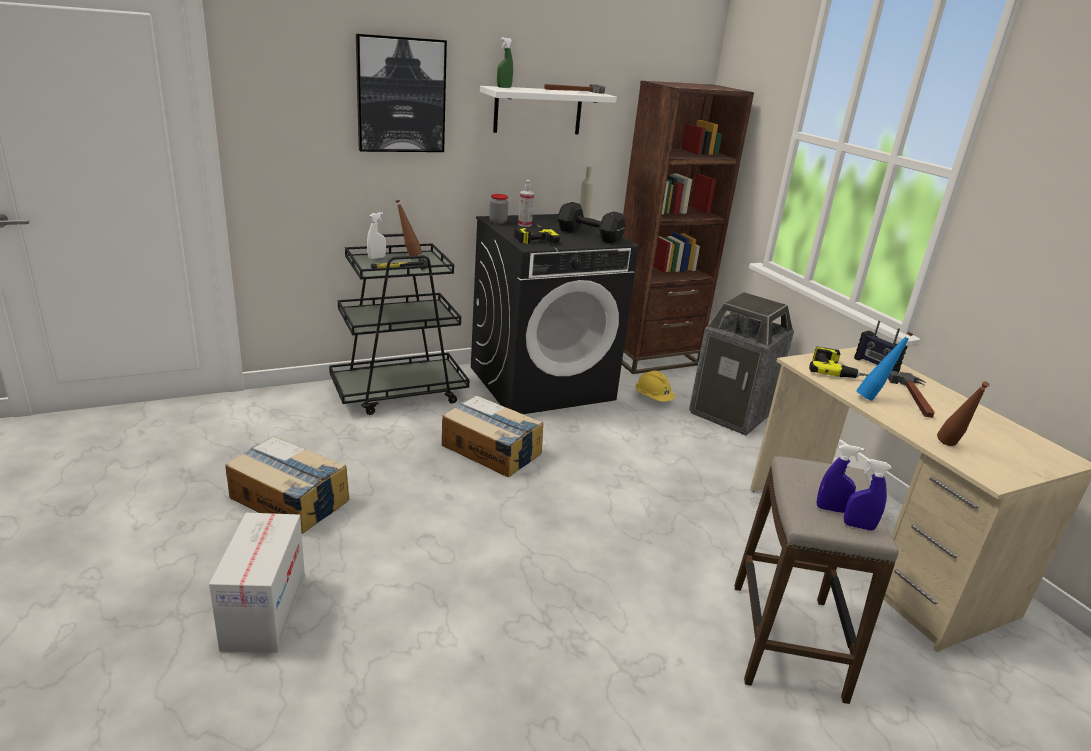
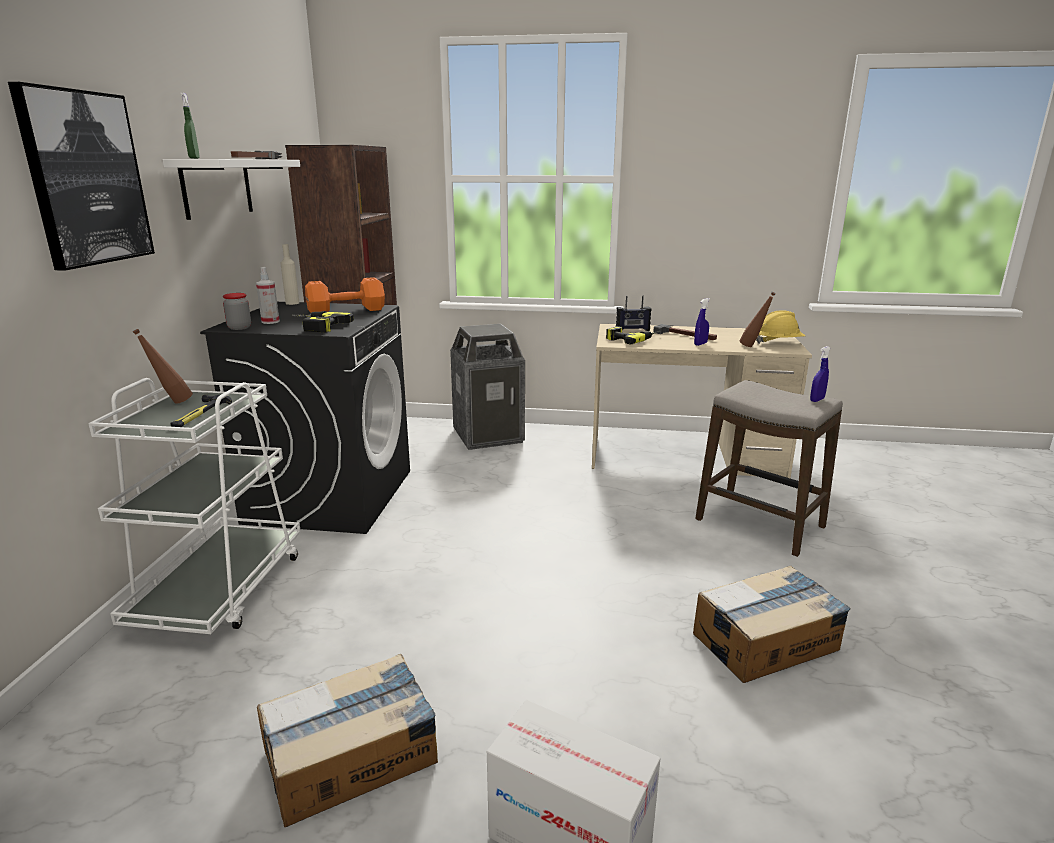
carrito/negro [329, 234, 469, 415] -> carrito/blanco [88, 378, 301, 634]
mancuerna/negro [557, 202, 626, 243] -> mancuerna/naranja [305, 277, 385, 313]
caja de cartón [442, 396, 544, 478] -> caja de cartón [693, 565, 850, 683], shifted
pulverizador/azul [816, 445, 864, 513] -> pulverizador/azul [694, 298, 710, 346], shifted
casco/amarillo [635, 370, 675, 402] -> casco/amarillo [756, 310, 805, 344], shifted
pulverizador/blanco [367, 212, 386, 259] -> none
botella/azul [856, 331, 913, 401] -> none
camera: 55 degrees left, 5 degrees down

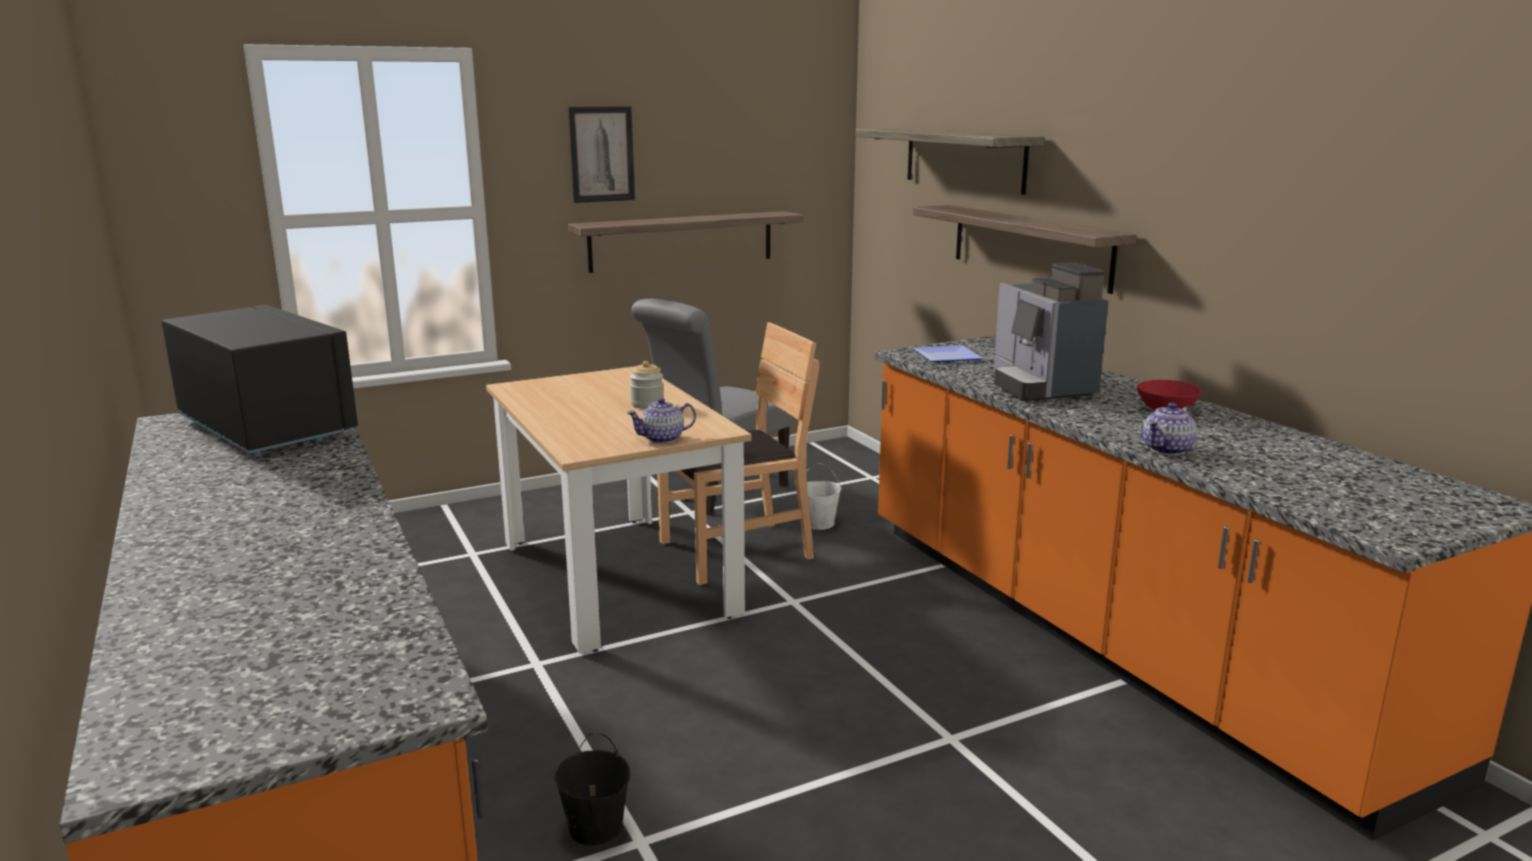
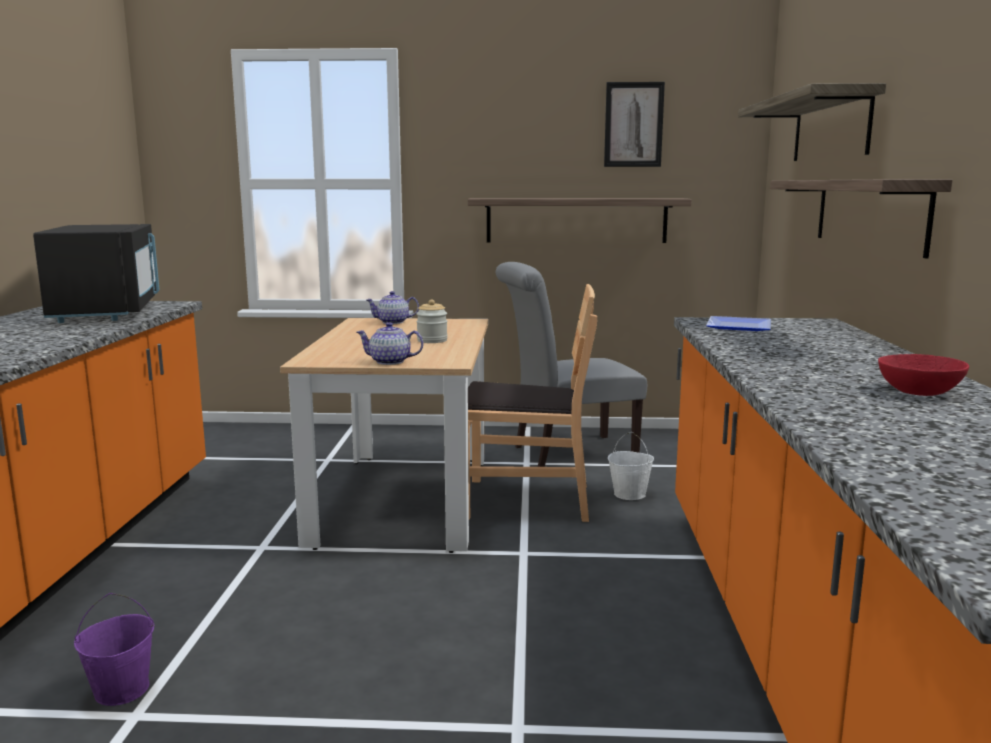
cubo/negro [554, 733, 630, 846] -> cubo/morado [74, 593, 154, 706]
tetera [1143, 403, 1197, 455] -> tetera [366, 291, 419, 324], shifted
cuadro [568, 106, 635, 203] -> cuadro [604, 82, 665, 167], shifted
cafetera [994, 263, 1109, 401] -> none
camera: 30 degrees right, 5 degrees down

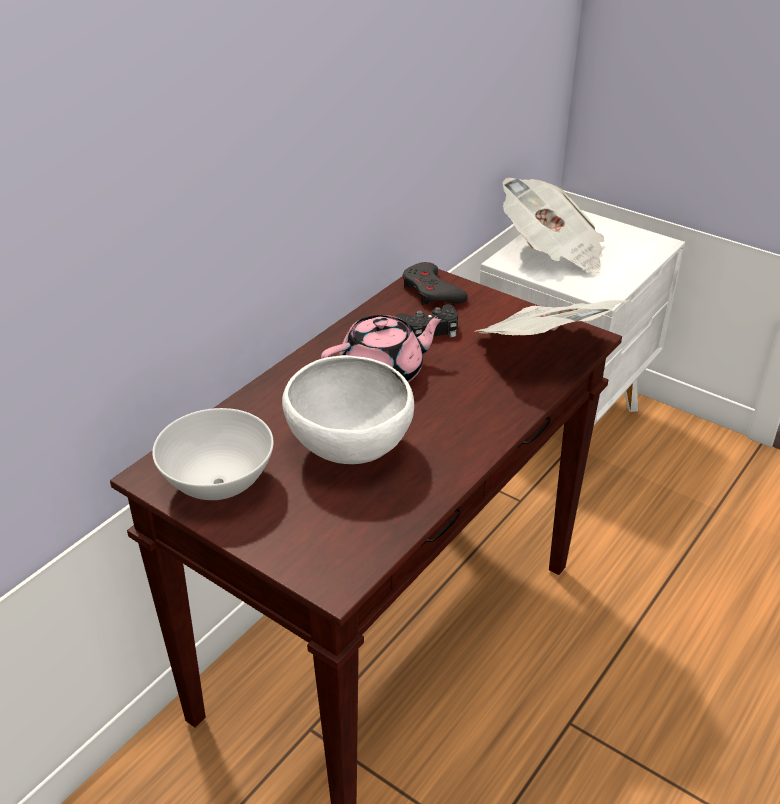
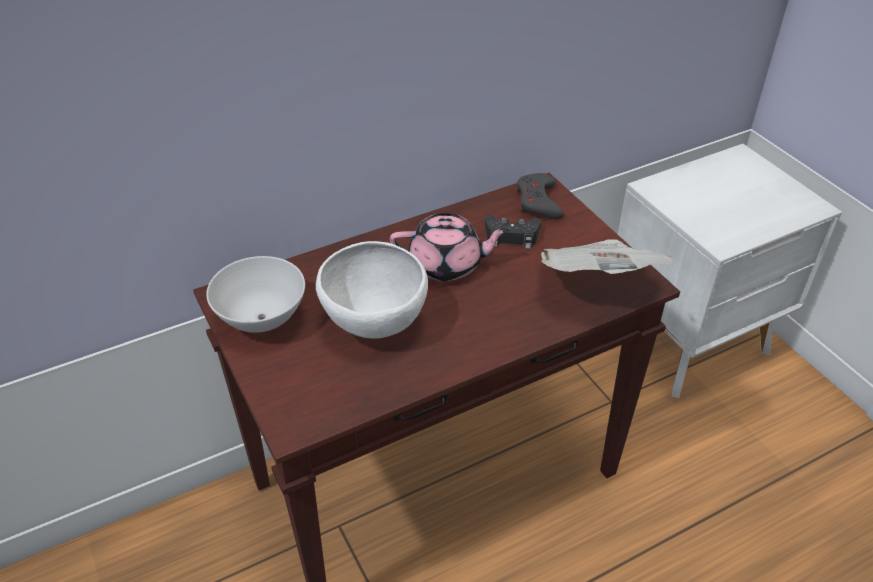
periódico [503, 177, 604, 274] -> none
camera: 25 degrees right, 5 degrees up

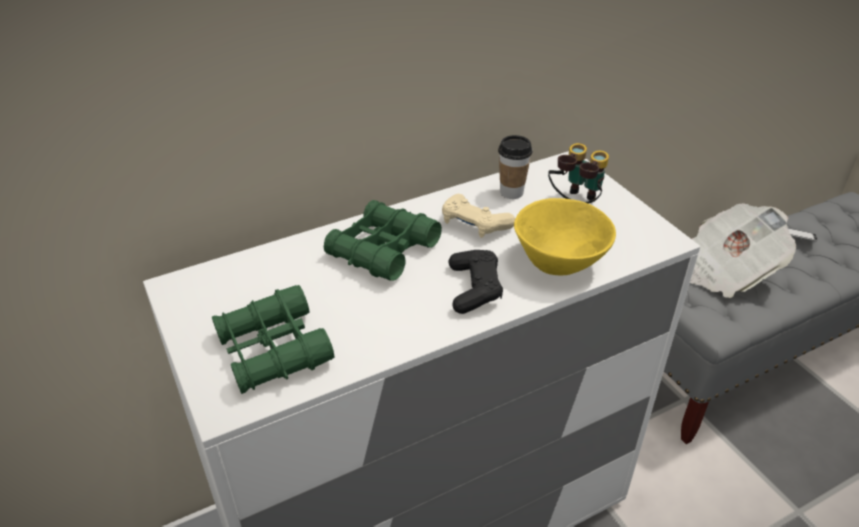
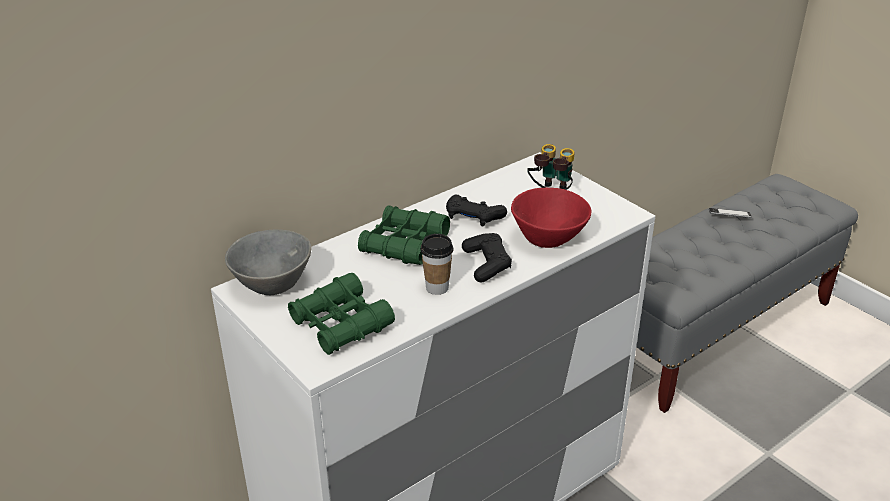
none -> cuenco/gris [225, 229, 311, 295]
taza [498, 135, 532, 199] -> taza [420, 234, 453, 295], shifted
mando de consola/beis [442, 194, 515, 238] -> mando de consola/negro [446, 195, 507, 227]
cuenco/amarillo [514, 198, 616, 276] -> cuenco/rojo [511, 188, 591, 248]
periódico [690, 203, 796, 298] -> none
camera: 10 degrees left, 5 degrees down

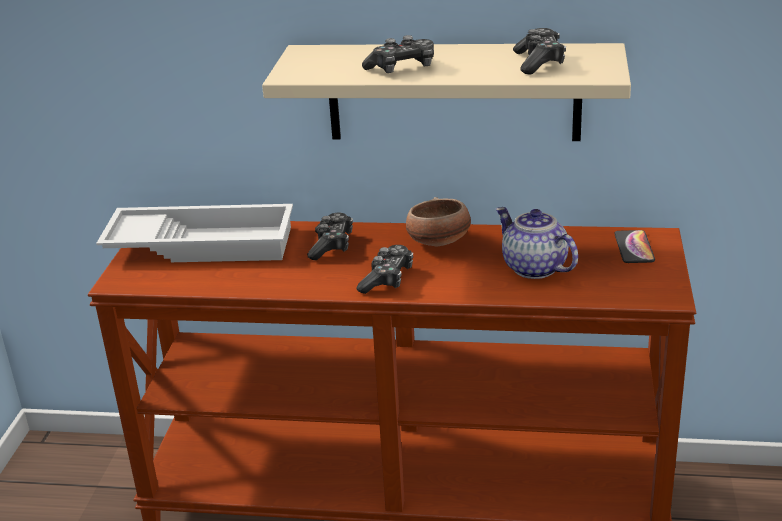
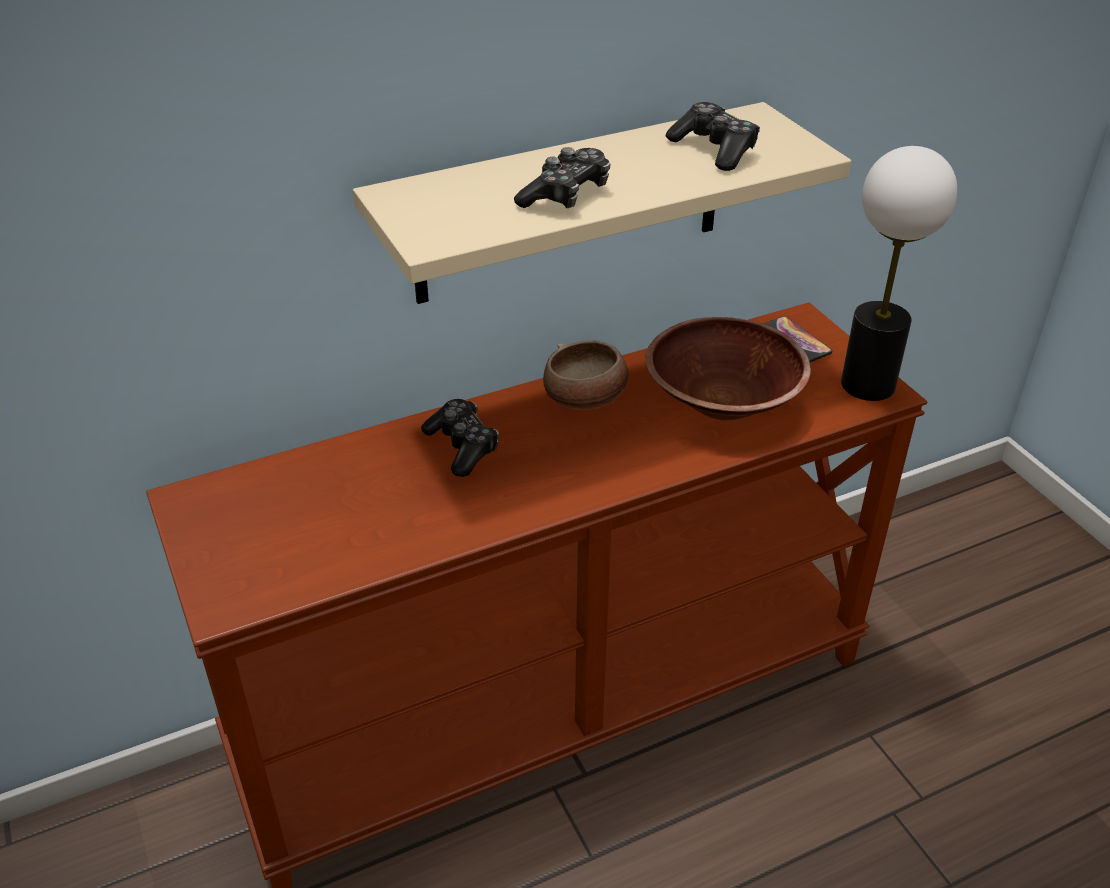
tetera [496, 207, 578, 279] -> cuenco/marrón [645, 317, 811, 420]
none -> lámpara de mesa [841, 146, 957, 401]
bandeja/blanco [96, 204, 293, 262] -> none
mando de consola [357, 245, 413, 294] -> none
camera: 35 degrees left, 10 degrees up

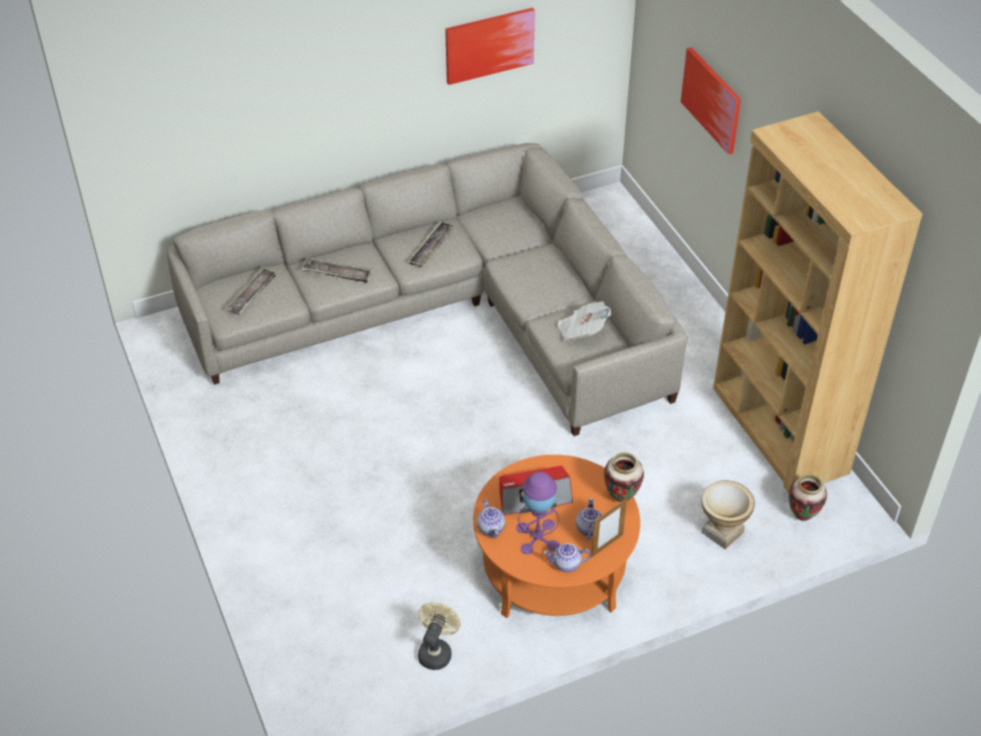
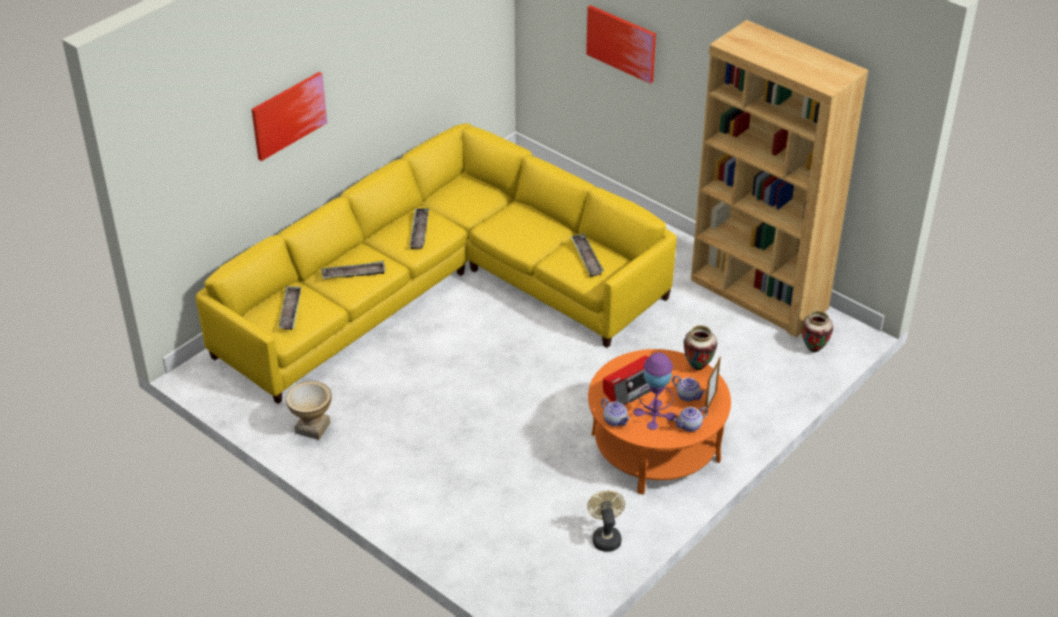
sofá/gris [167, 143, 687, 436] -> sofá/amarillo [196, 123, 677, 404]
cuadro [445, 8, 535, 85] -> cuadro [251, 72, 327, 161], shifted
florero [701, 481, 755, 549] -> florero [286, 381, 332, 440], shifted
periódico [557, 301, 611, 341] -> bandeja [570, 233, 604, 277]
tetera [576, 498, 602, 541] -> tetera [672, 375, 706, 402], 150 degrees clockwise
camera: 25 degrees left, 5 degrees down

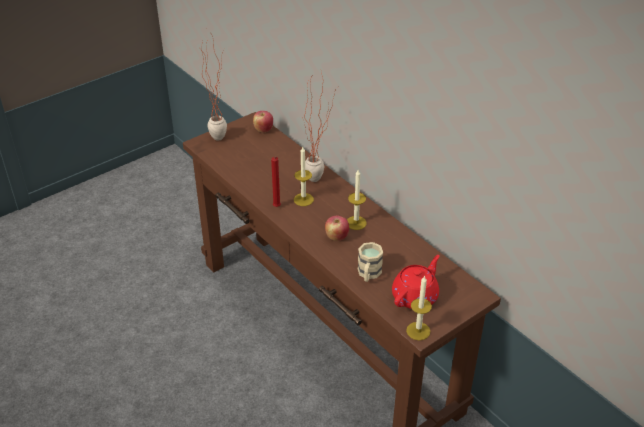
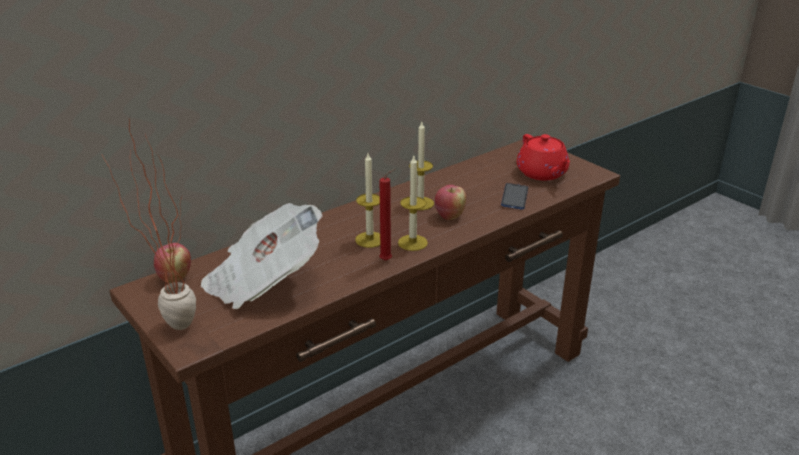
none -> periódico [201, 203, 323, 309]
vela [406, 275, 432, 340] -> vela [398, 156, 428, 251], shifted
taza grande/beis [358, 242, 383, 282] -> móvil [501, 183, 528, 210]
tetera/rojo [392, 255, 440, 309] -> tetera/rojo [517, 134, 570, 181], 150 degrees counterclockwise
planta en maceta [302, 72, 338, 182] -> none
camera: 90 degrees left, 10 degrees down

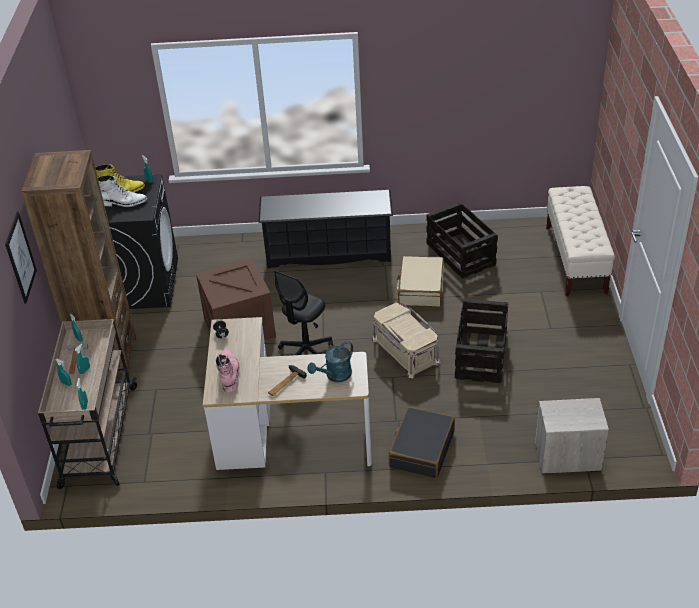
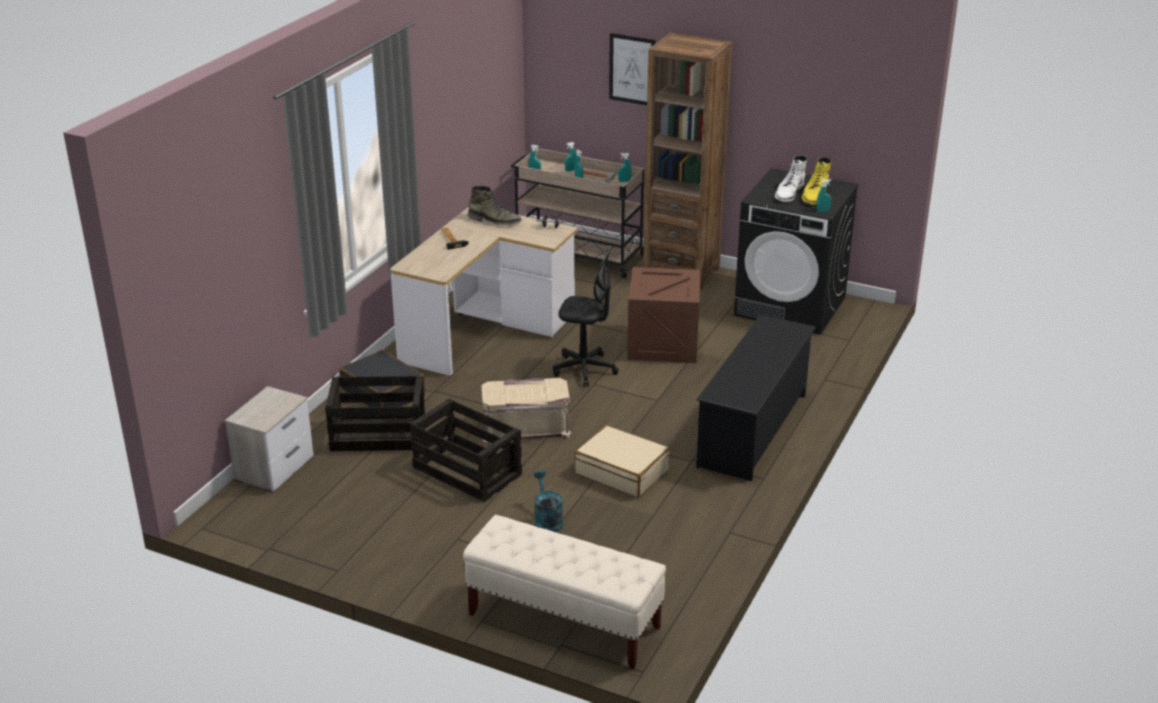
caja de embalaje [426, 202, 498, 279] -> caja de embalaje [325, 376, 425, 451], shifted
bota/rosa [216, 350, 240, 392] -> bota/verde [468, 186, 522, 225]
regadera/turquesa [308, 341, 353, 382] -> regadera/turquesa [534, 470, 563, 532], shifted
silla de oficina/negro [274, 271, 333, 355] -> silla de oficina/negro [553, 246, 619, 387], 135 degrees clockwise
camera: 115 degrees right, 10 degrees down

